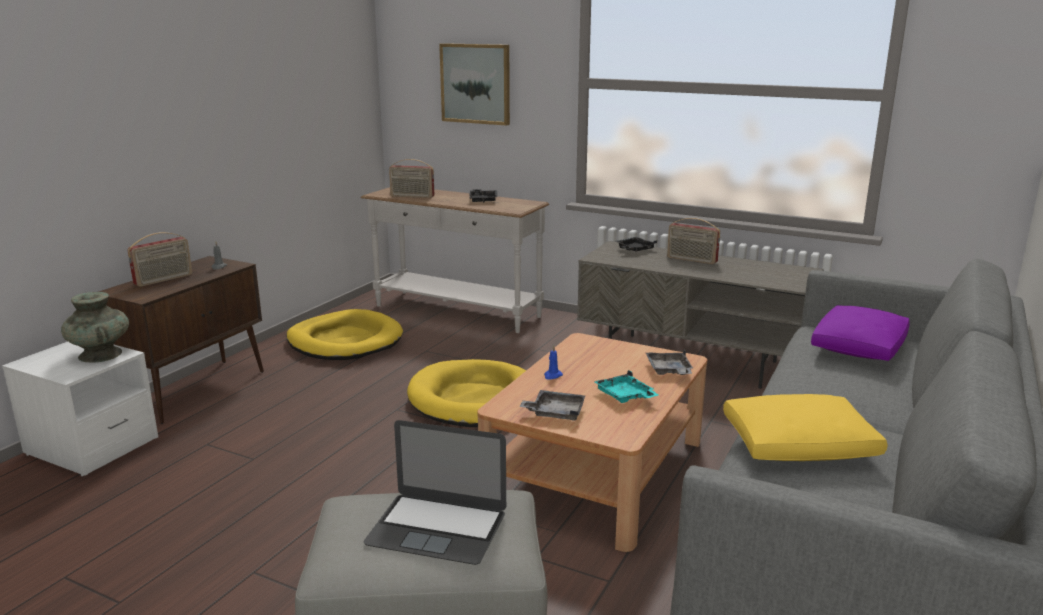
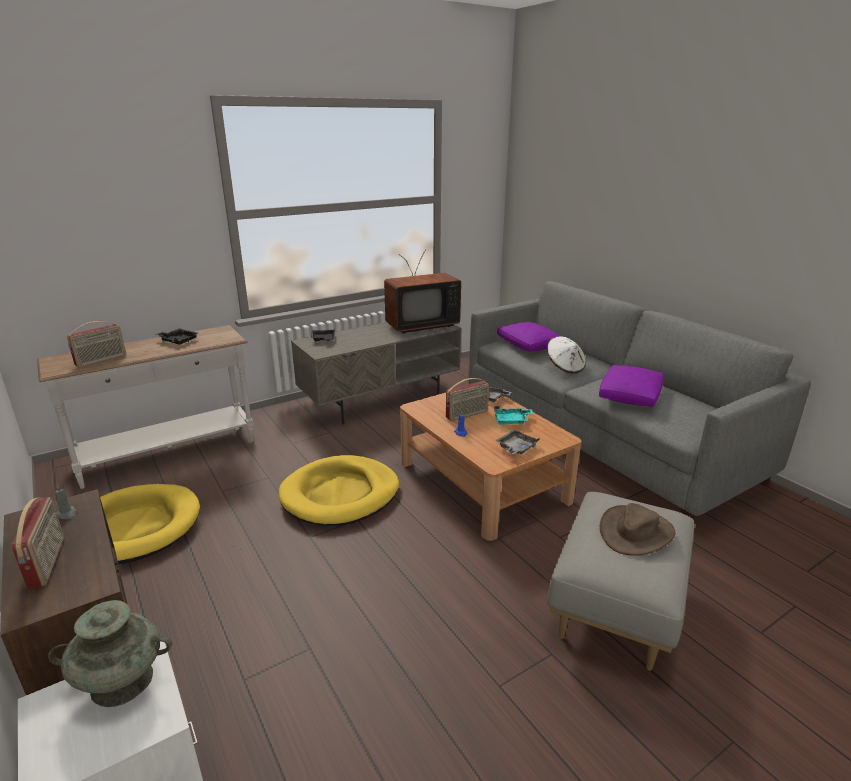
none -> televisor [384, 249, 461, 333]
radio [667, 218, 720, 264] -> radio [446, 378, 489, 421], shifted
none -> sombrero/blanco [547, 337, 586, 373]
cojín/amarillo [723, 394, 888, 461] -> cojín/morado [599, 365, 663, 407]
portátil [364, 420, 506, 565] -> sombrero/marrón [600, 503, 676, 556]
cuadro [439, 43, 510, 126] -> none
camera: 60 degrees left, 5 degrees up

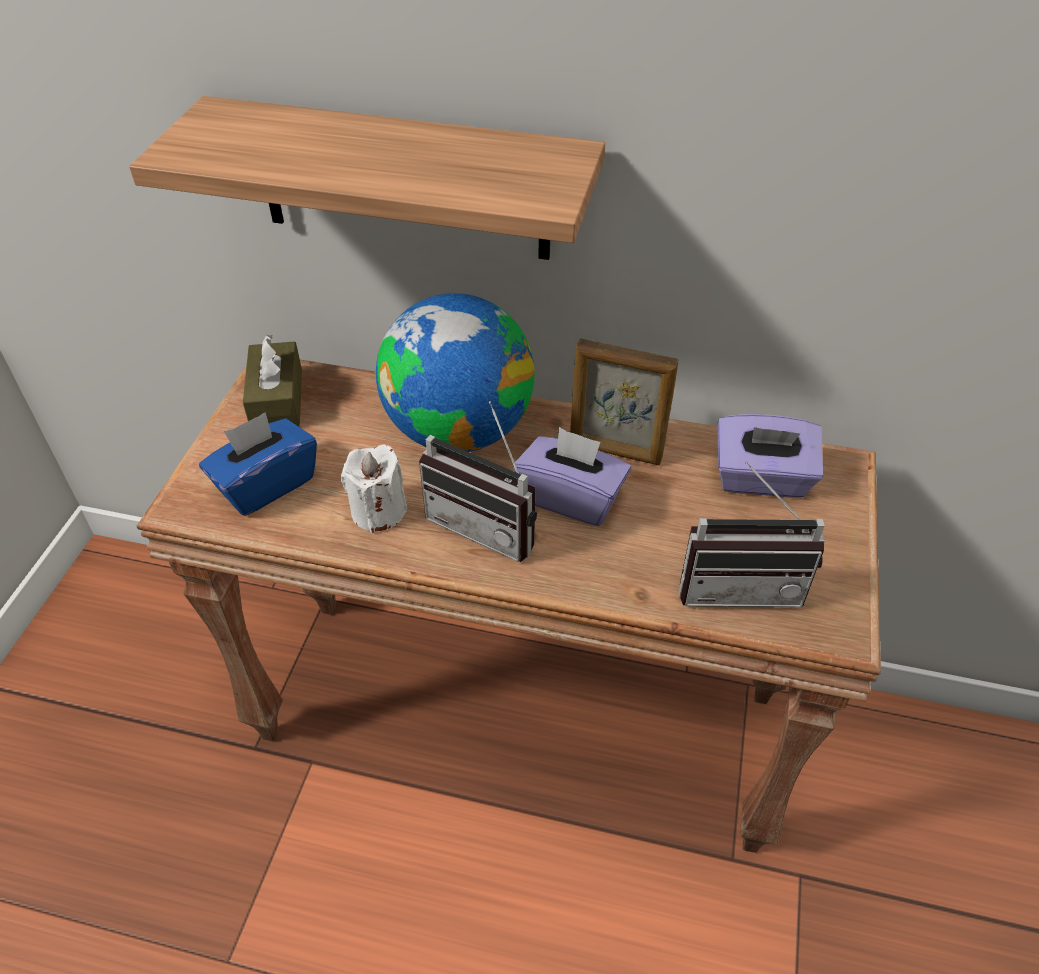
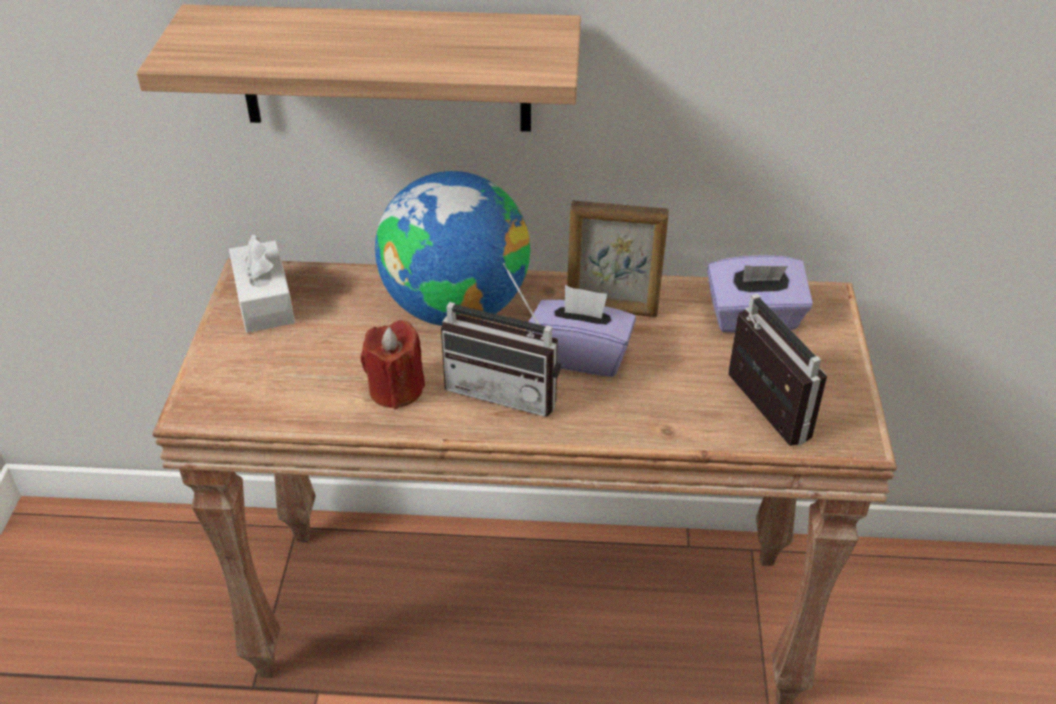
caja de pañuelos/marrón [243, 335, 302, 427] -> caja de pañuelos/blanco [229, 234, 295, 333]
vela/blanco [341, 445, 408, 533] -> vela/rojo [361, 320, 425, 410]
radio [679, 461, 825, 607] -> radio [728, 294, 827, 446], 105 degrees counterclockwise
caja de pañuelos/azul [199, 412, 317, 516] -> none
camera: 10 degrees left, 5 degrees down

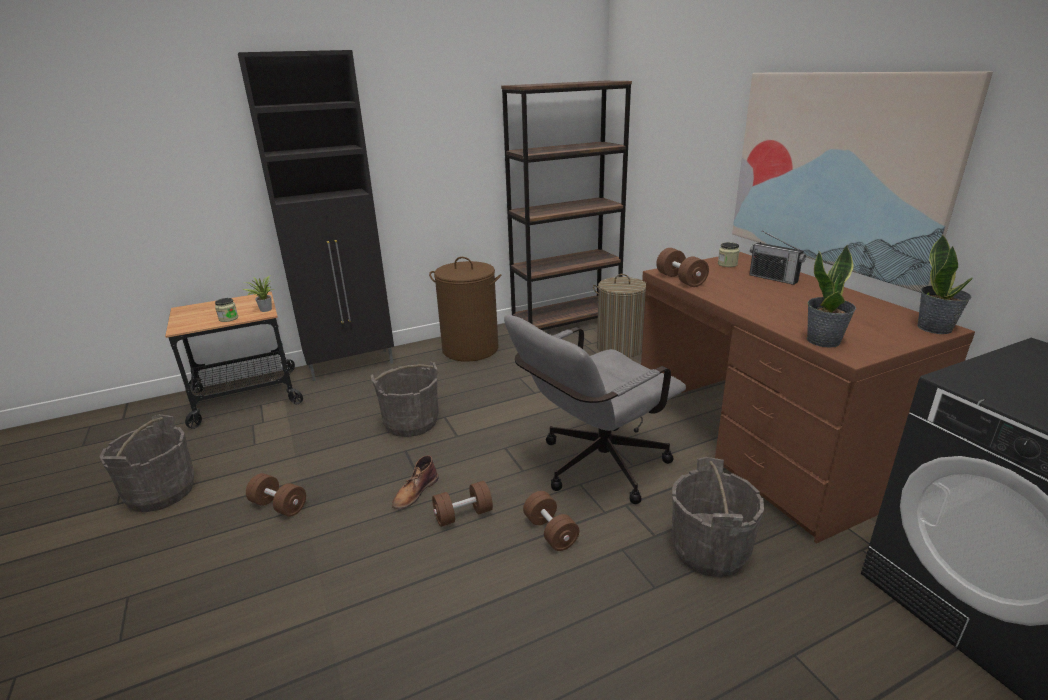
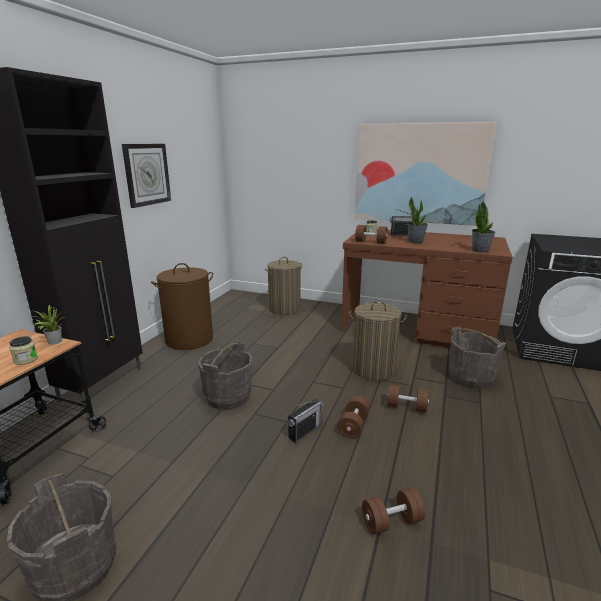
none -> reloj de pared [122, 144, 171, 208]
bota/marrón [392, 455, 439, 509] -> radio [288, 399, 324, 443]
silla de oficina/gris [504, 315, 686, 504] -> cesto de la ropa [349, 301, 407, 380]
mancuerna/marrón [246, 473, 306, 517] -> mancuerna/marrón [362, 487, 425, 534], shifted
planta en maceta [917, 234, 973, 334] -> planta en maceta [407, 197, 428, 243], shifted
estantería/marrón [501, 81, 632, 330] -> none
camera: 45 degrees left, 5 degrees down

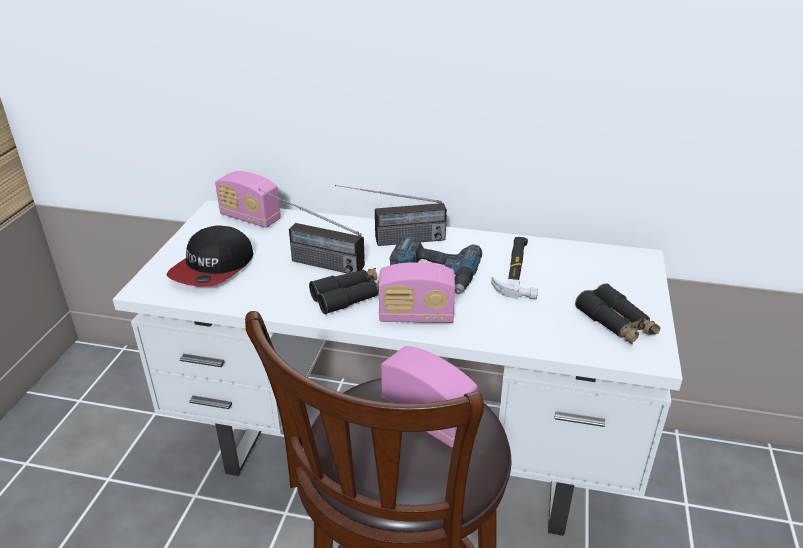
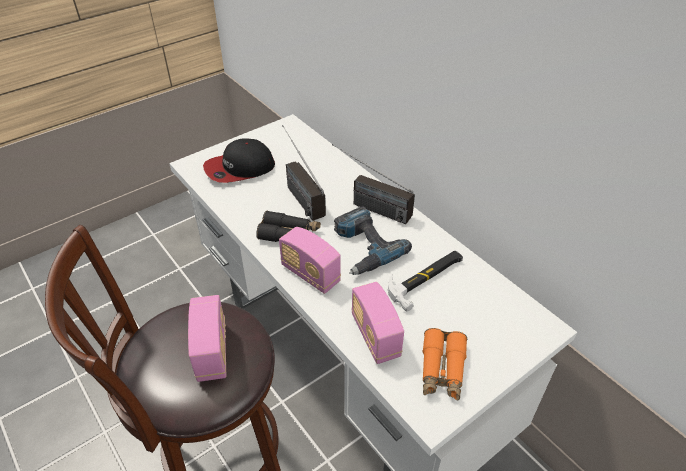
radio [215, 171, 281, 228] -> radio [351, 282, 404, 364], shifted
prismáticos/negro [575, 283, 660, 345] -> prismáticos/naranja [423, 328, 467, 400]
camera: 40 degrees right, 10 degrees up

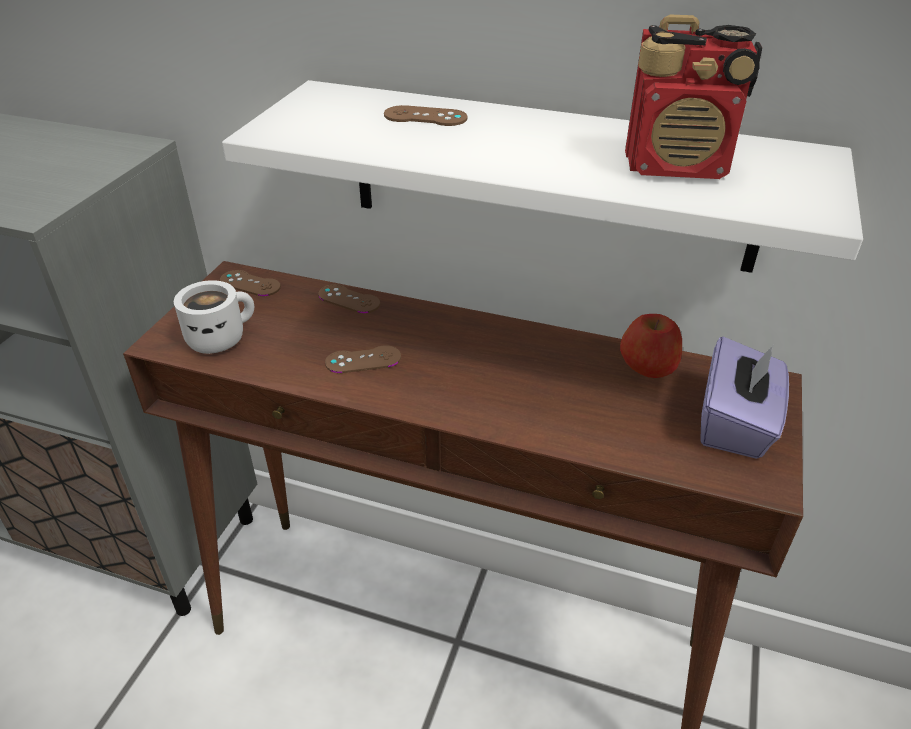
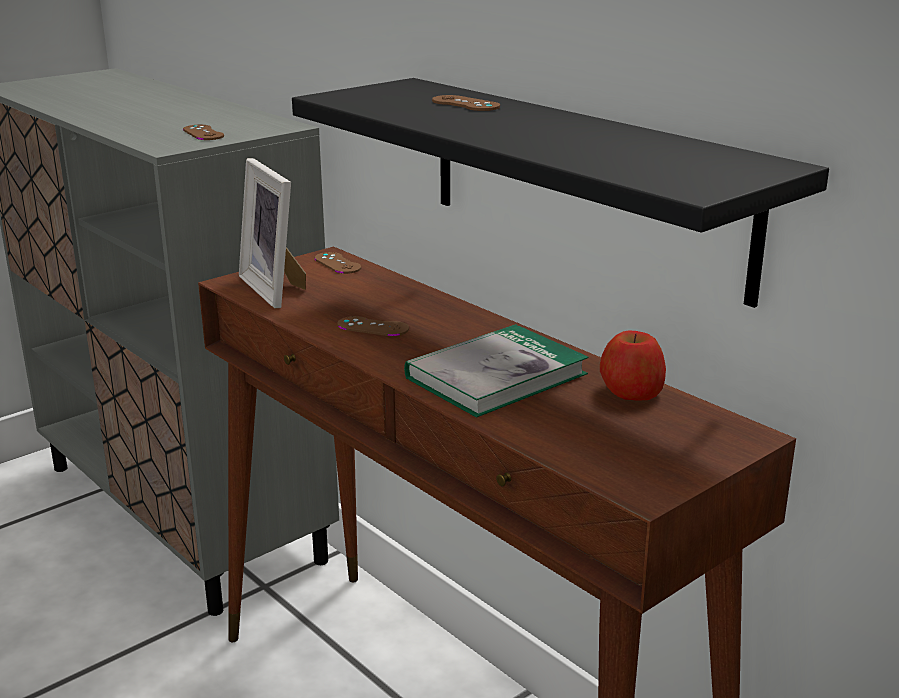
mando de consola/marrón [318, 284, 380, 313] -> mando de consola/marrón [183, 125, 224, 140], shifted
taza grande/blanco [174, 280, 254, 354] -> portarretratos [239, 158, 306, 308]
estante/blanco [222, 80, 863, 273] -> estante/negro [292, 78, 829, 308]
none -> libro [404, 324, 589, 417]
radio [625, 14, 762, 179] -> none
caja de pañuelos/morado [700, 337, 789, 459] -> none
camera: 30 degrees right, 15 degrees down

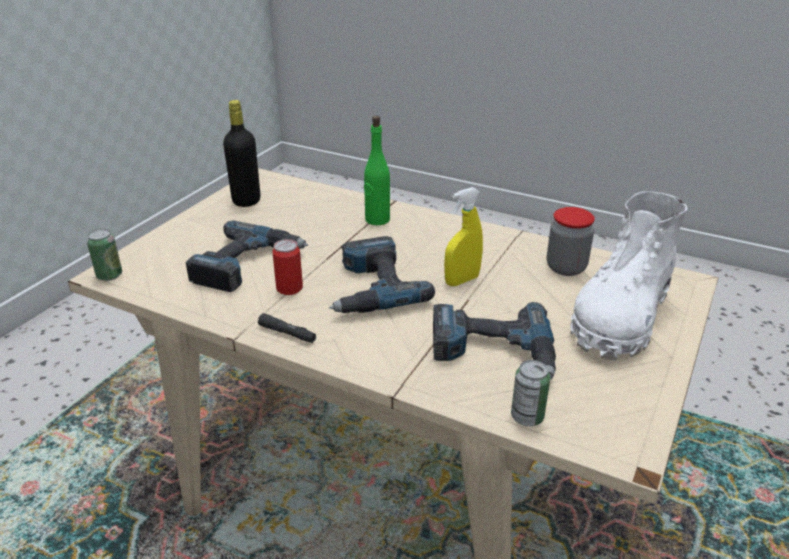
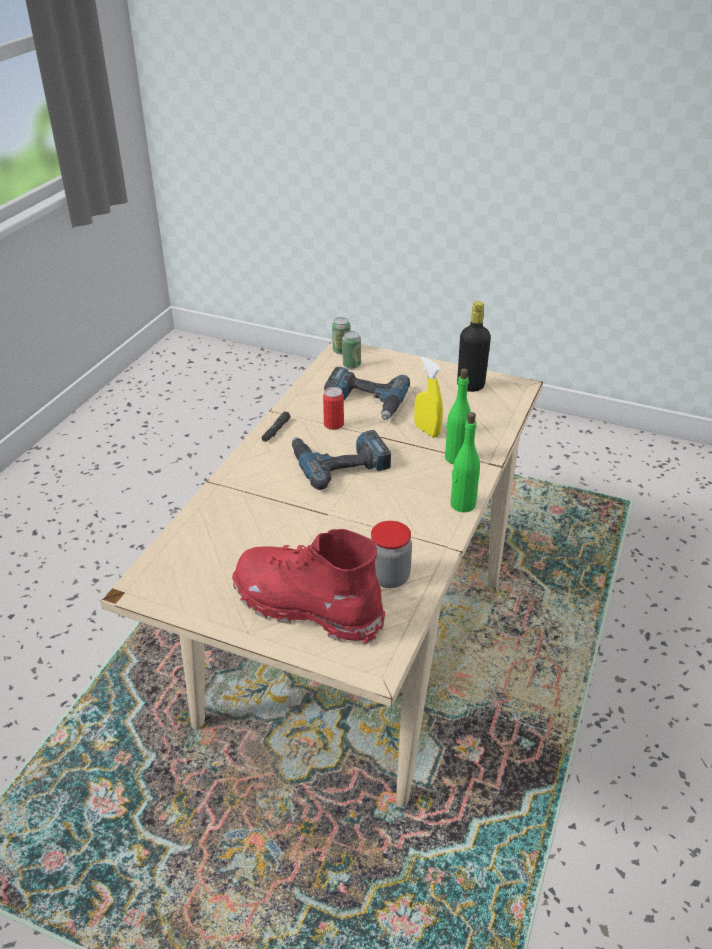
bota/blanco [570, 191, 687, 361] -> bota/rojo [232, 529, 385, 645]
lata [511, 360, 550, 426] -> lata [342, 331, 361, 369], shifted
pulverizador/amarillo [444, 187, 483, 286] -> pulverizador/amarillo [414, 356, 443, 438], shifted
none -> botella/verde [451, 412, 480, 512]
taladro [433, 302, 556, 380] -> none
camera: 85 degrees right, 5 degrees up

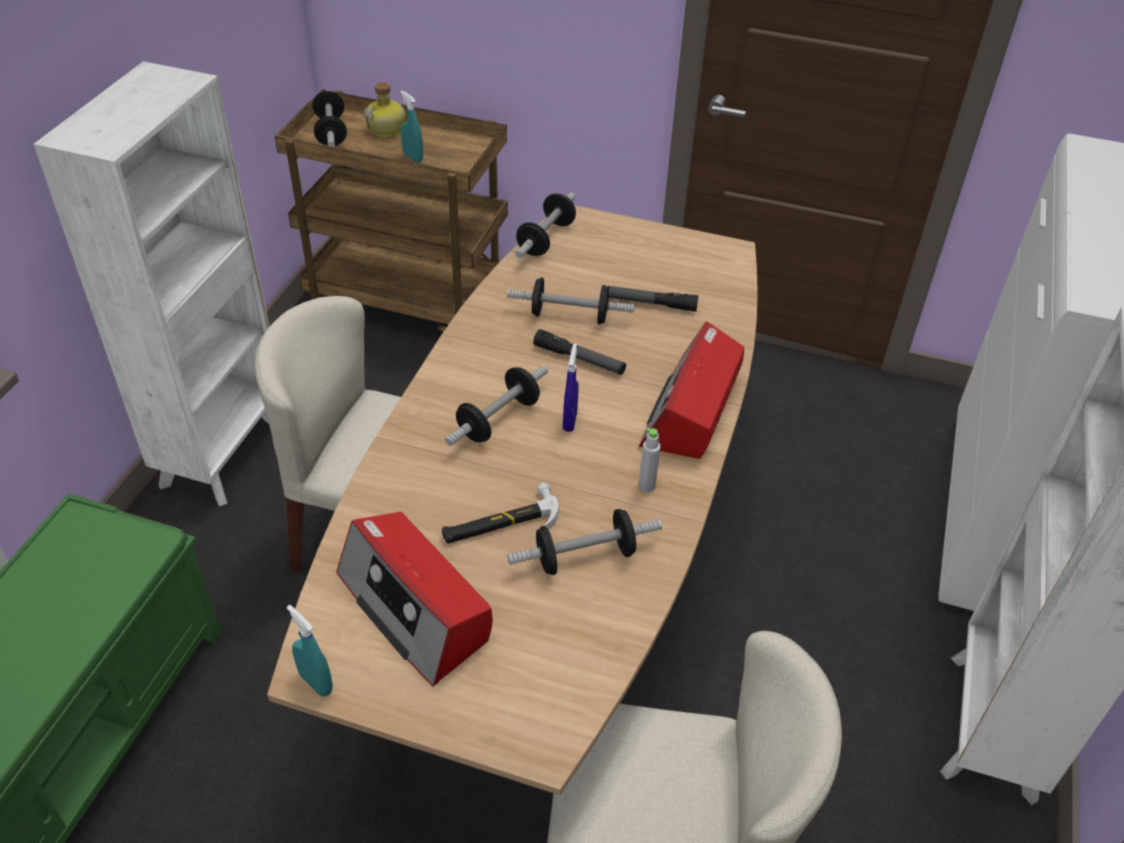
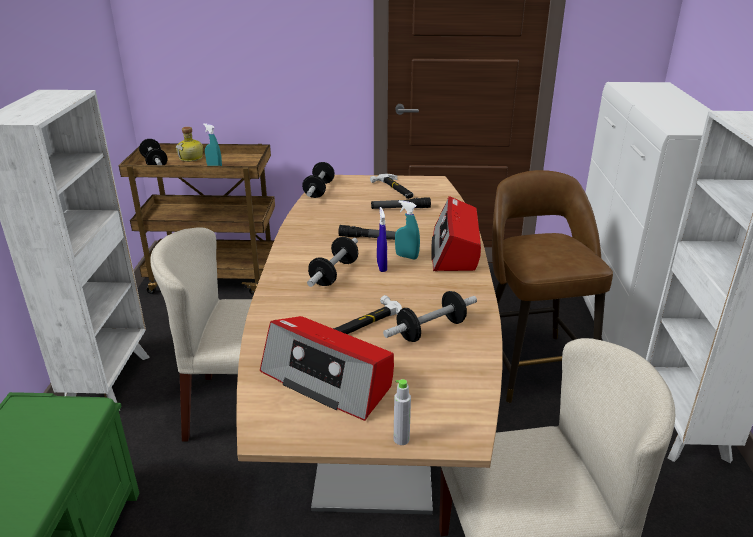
none -> martillo [370, 174, 413, 199]
botella/gris [639, 428, 661, 492] -> botella/gris [394, 379, 411, 445], shifted
pulverizador/turquesa [287, 605, 333, 696] -> pulverizador/turquesa [395, 200, 420, 259], shifted
none -> taburete/marrón [492, 170, 613, 403]
mancuerna [507, 277, 634, 324] -> none
camera: 15 degrees left, 15 degrees down

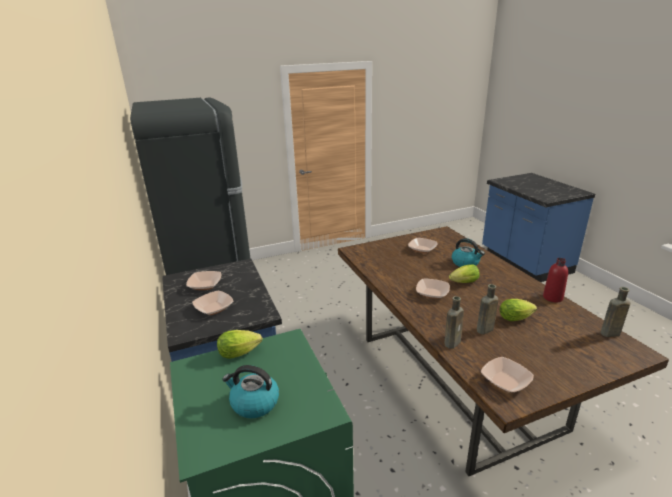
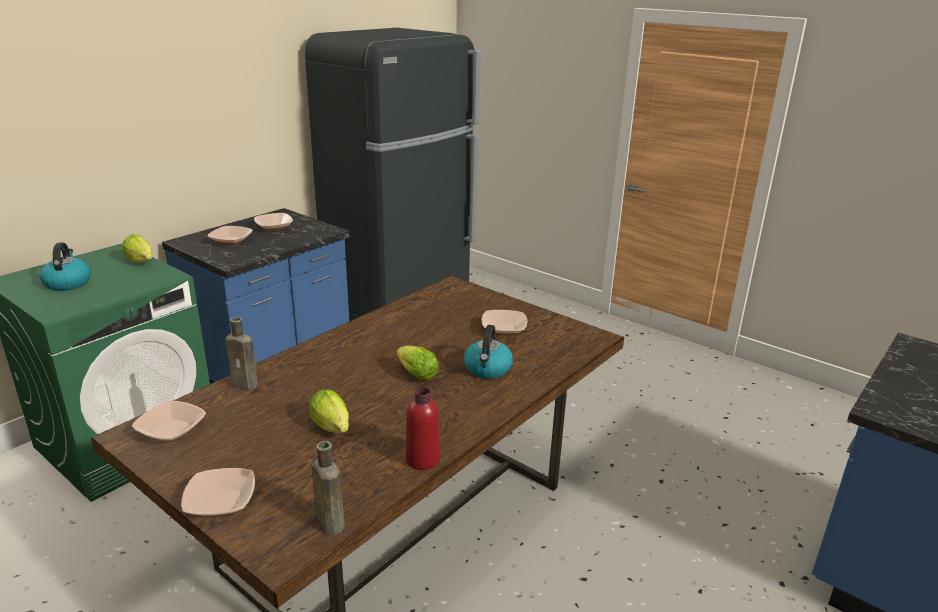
cuenco [416, 279, 450, 299] -> cuenco [181, 468, 255, 516], shifted
botella/marrón [477, 284, 498, 335] -> none
camera: 60 degrees right, 0 degrees up

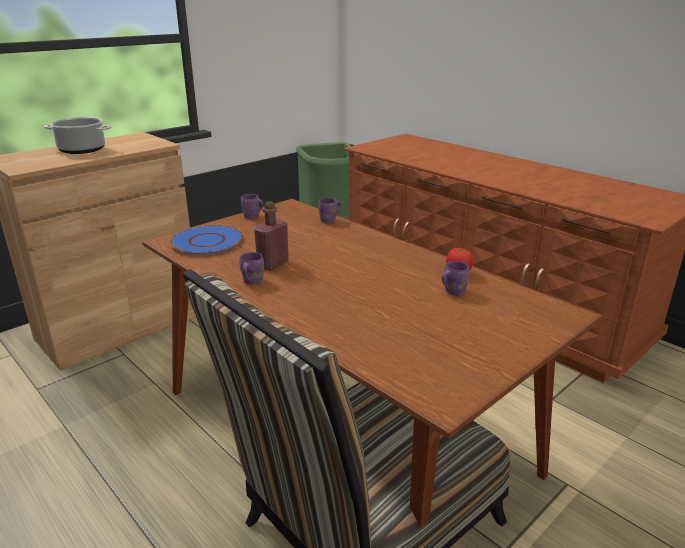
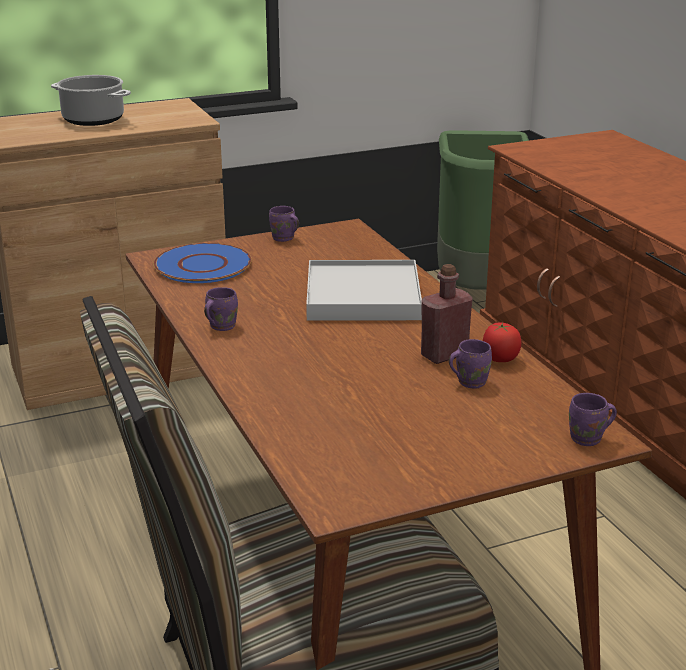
none -> bandeja/blanco [306, 260, 422, 321]
botella/rojo [254, 201, 289, 270] -> botella/rojo [421, 264, 473, 364], shifted
taza grande/morado [318, 197, 341, 223] -> taza grande/morado [569, 393, 617, 446], shifted
camera: 20 degrees right, 0 degrees up

